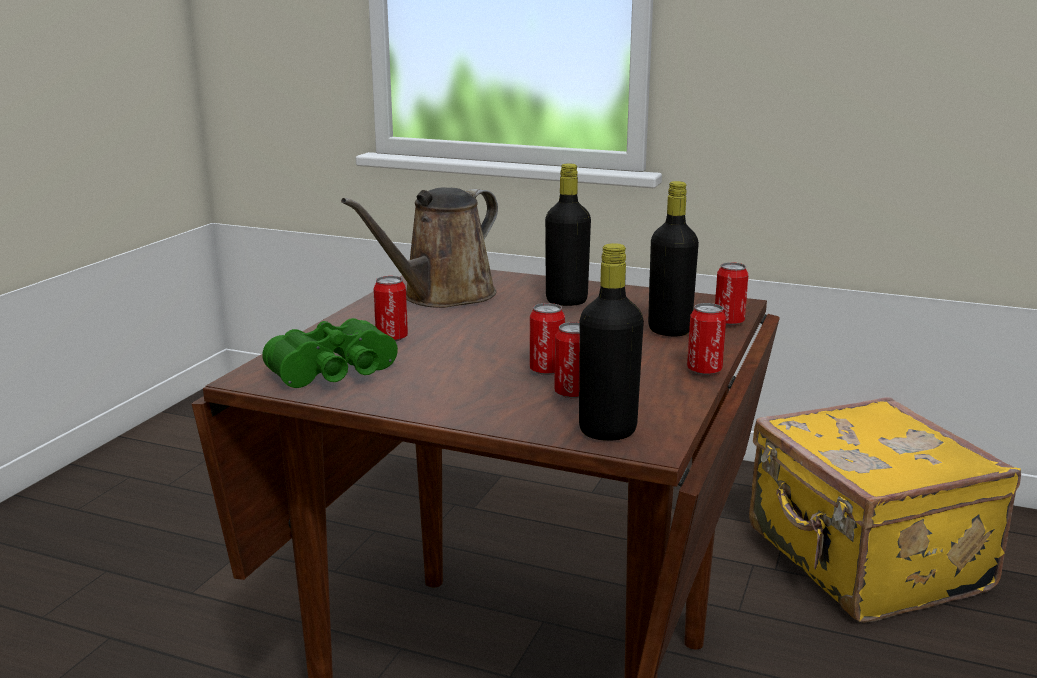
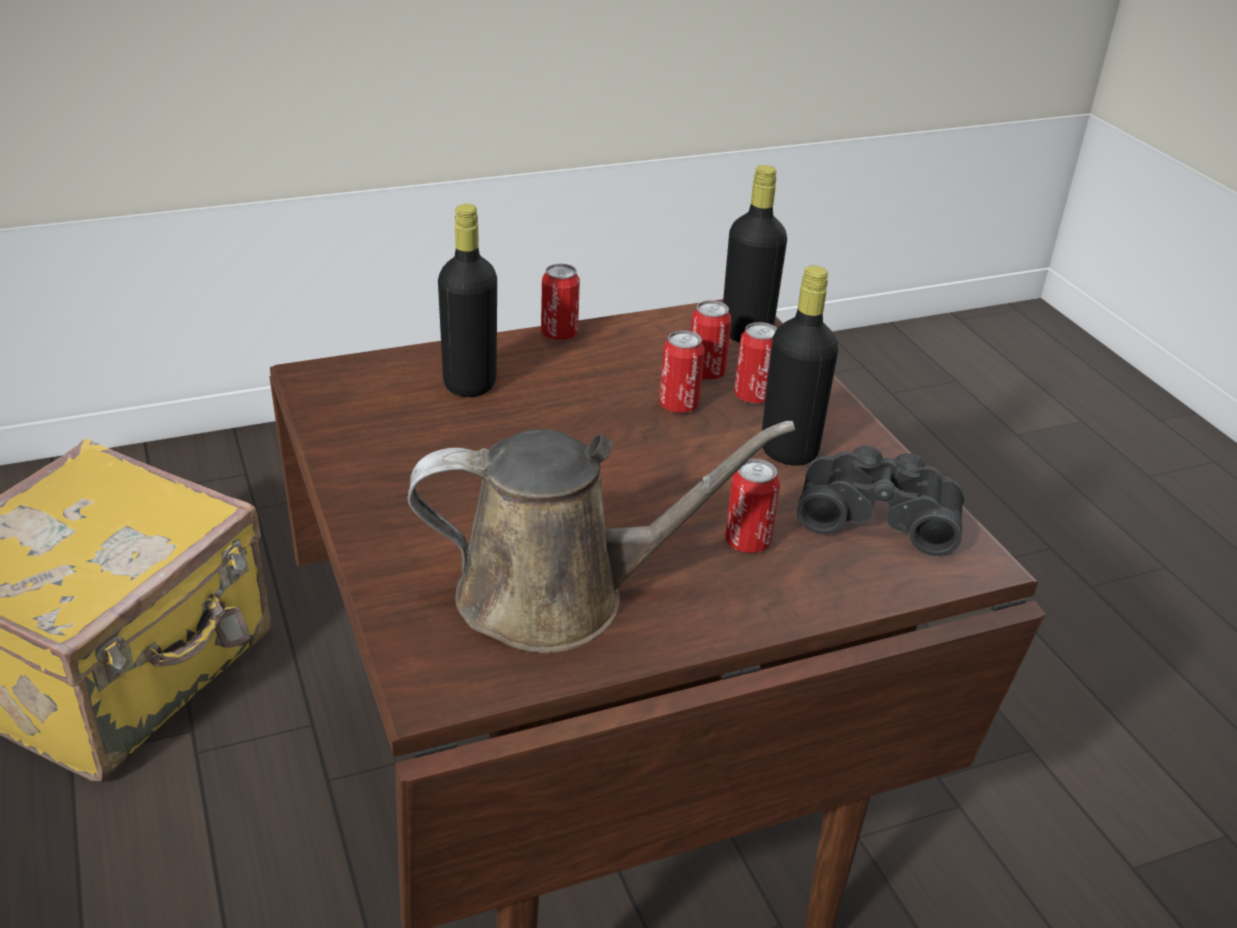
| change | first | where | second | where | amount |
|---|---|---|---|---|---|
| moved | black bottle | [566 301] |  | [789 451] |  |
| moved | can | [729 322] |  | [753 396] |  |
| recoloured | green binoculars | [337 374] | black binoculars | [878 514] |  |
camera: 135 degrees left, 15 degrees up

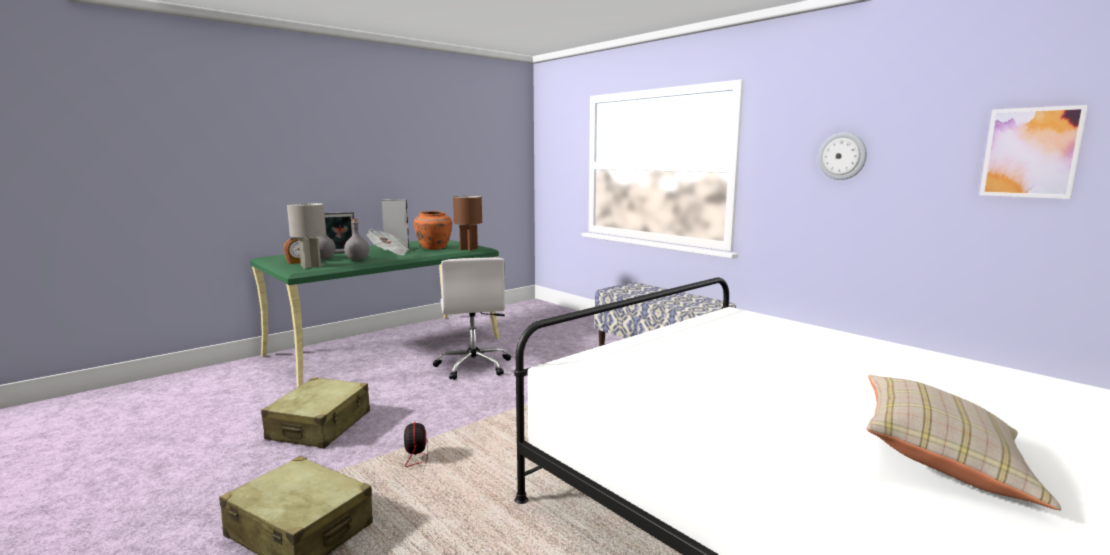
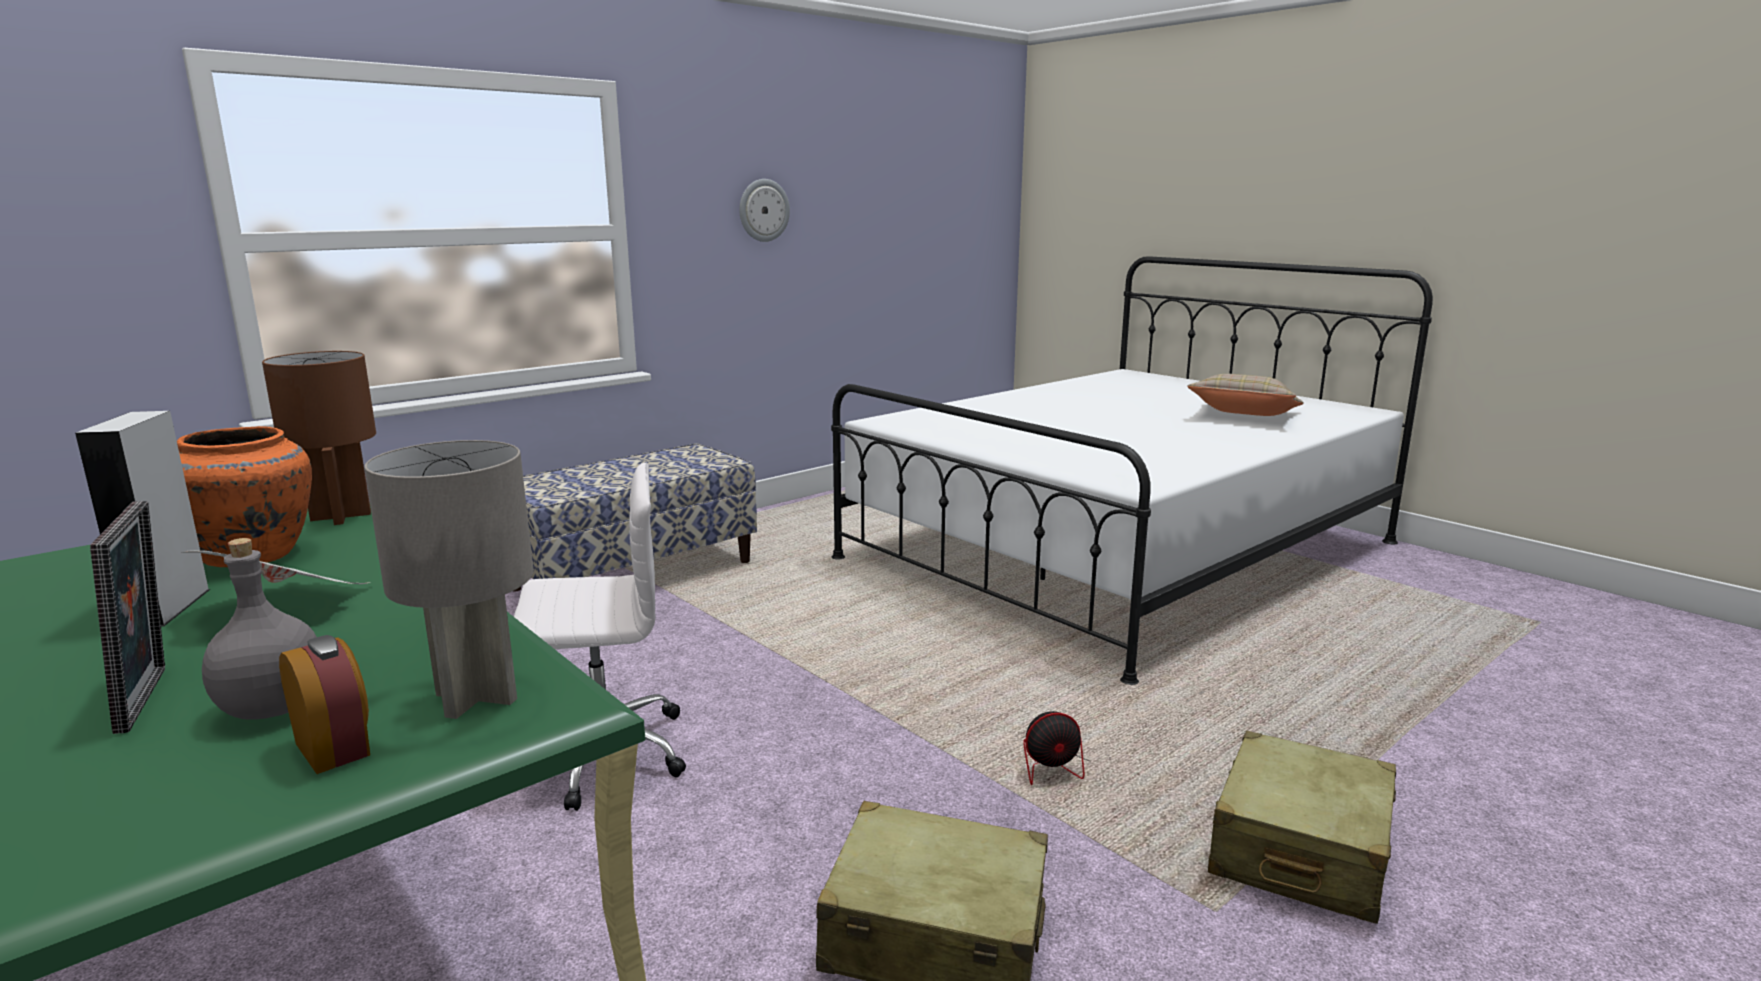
| change | first | where | second | where | amount |
|---|---|---|---|---|---|
| removed | grey bottle | [357 259] |  |  |  |
| removed | picture | [1030 152] |  |  |  |
camera: 90 degrees left, 5 degrees up

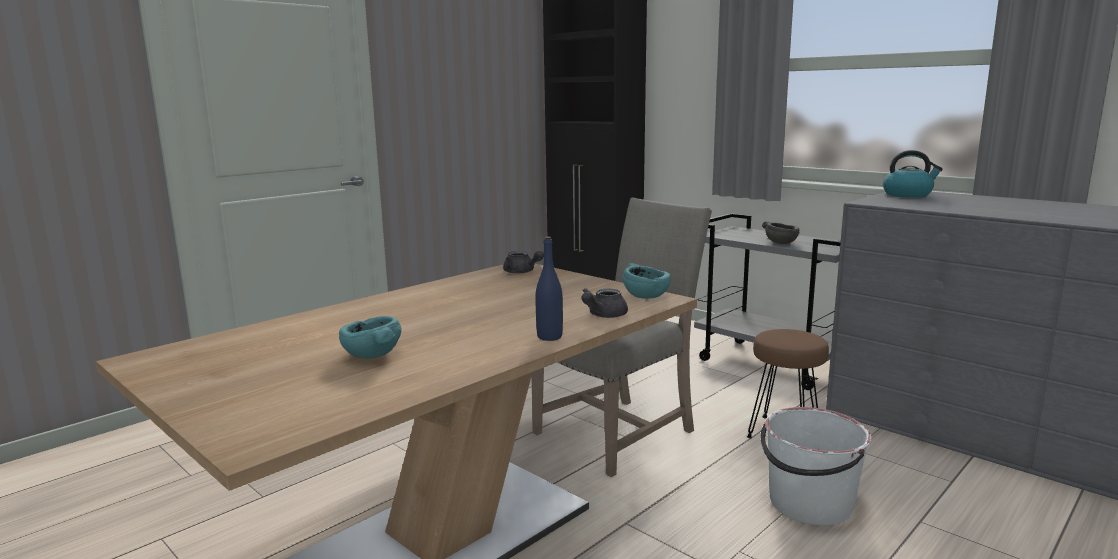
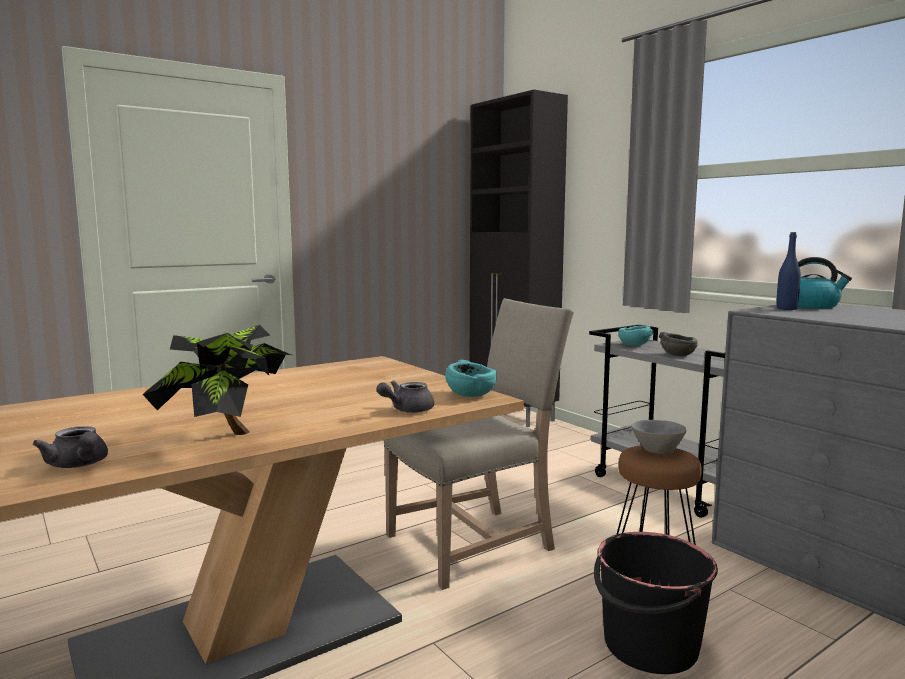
| change | first | where | second | where | amount |
|---|---|---|---|---|---|
| added |  |  | potted plant | [227 437] |  |
| added |  |  | grey bowl | [658 450] |  |
| moved | turquoise bowl | [372 355] |  | [634 345] |  |
| moved | grey teapot | [522 272] |  | [79 465] |  |
| moved | blue bottle | [549 337] |  | [786 309] |  |
| recoloured | white bucket | [809 504] | black bucket | [649 646] |  |
camera: 10 degrees right, 5 degrees down

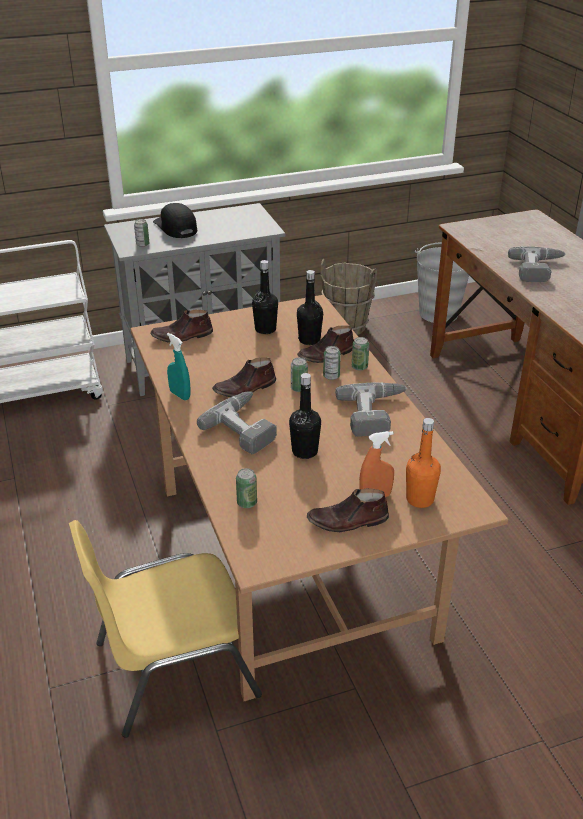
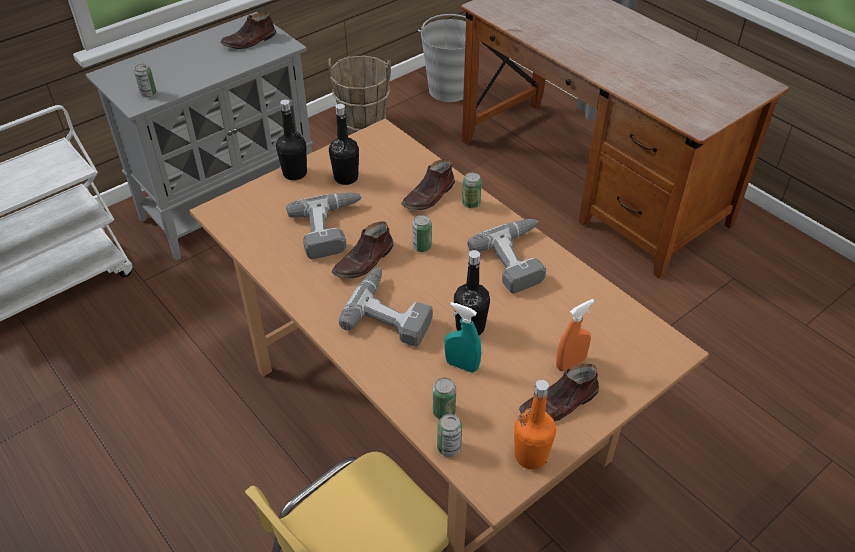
| change | first | where | second | where | amount |
|---|---|---|---|---|---|
| removed | black cap | [176 227] |  |  |  |
| moved | brown shoe | [182 336] |  | [249 41] |  |
| moved | turquoise spray bottle | [180 395] |  | [461 365] |  |
| moved | black bottle | [309 340] |  | [295 173] |  |
| moved | can | [331 376] |  | [449 448] |  |
| moved | orange bottle | [420 499] |  | [530 456] |  |
| moved | power drill | [539 270] |  | [332 229] |  |
camera: 20 degrees left, 10 degrees up

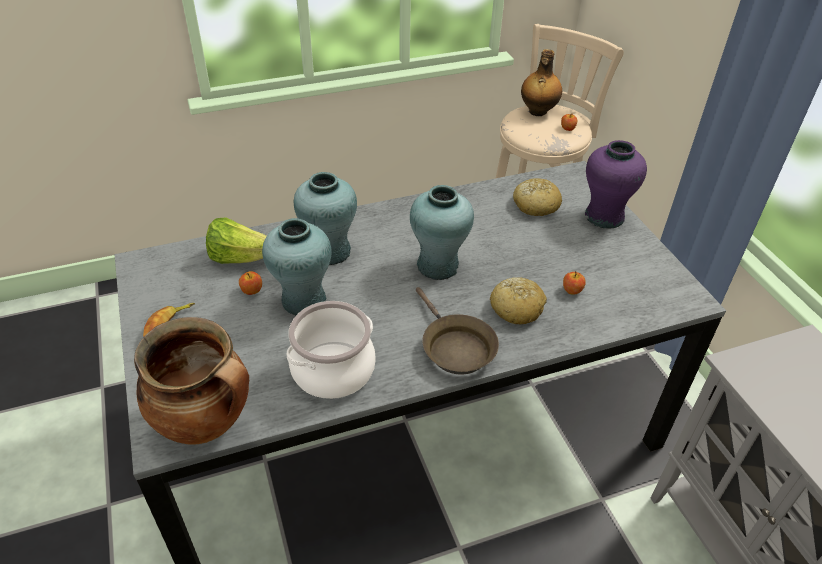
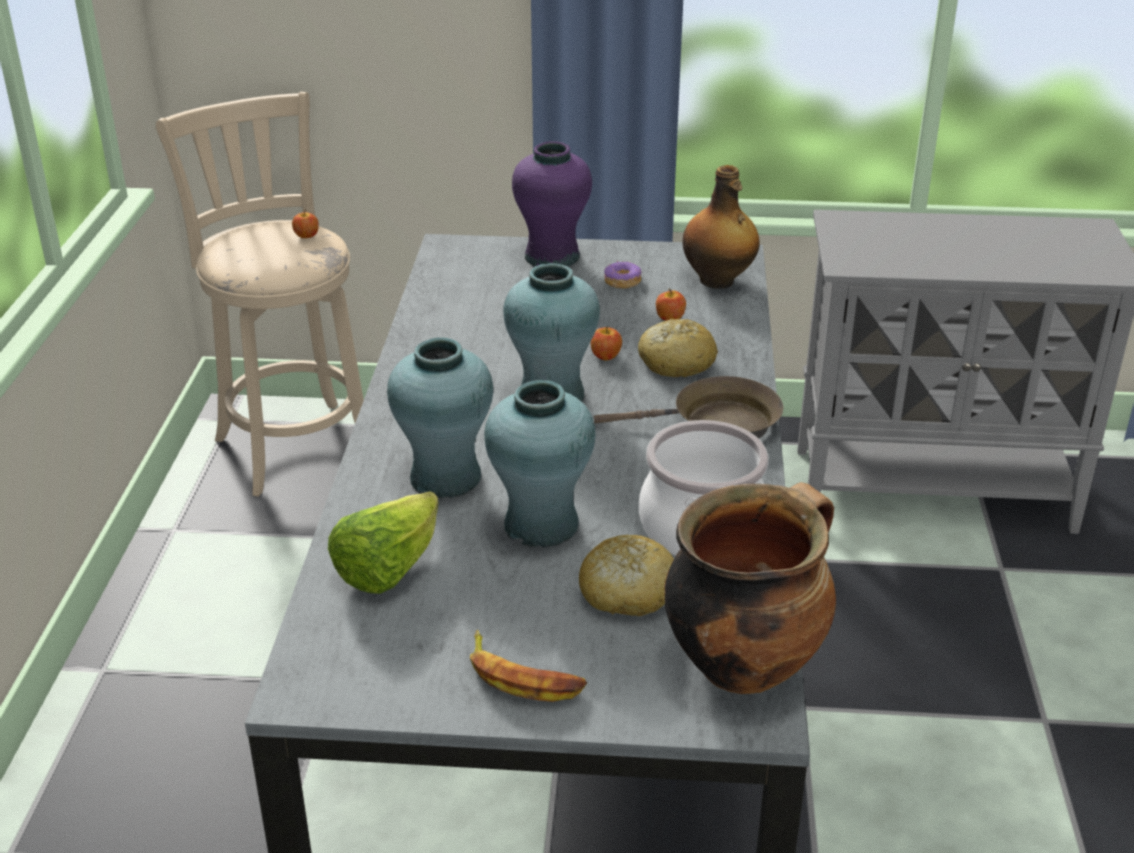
| change | first | where | second | where | amount |
|---|---|---|---|---|---|
| added |  |  | donut | [622 281] |  |
| moved | apple | [252 291] |  | [606 356] |  |
| moved | bread | [535 205] |  | [627 592] |  |
| moved | bottle | [537 112] |  | [718 281] |  |
camera: 65 degrees left, 10 degrees down

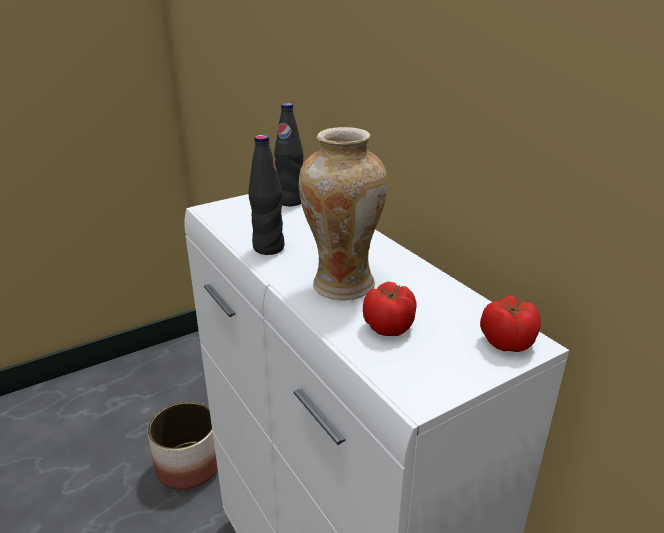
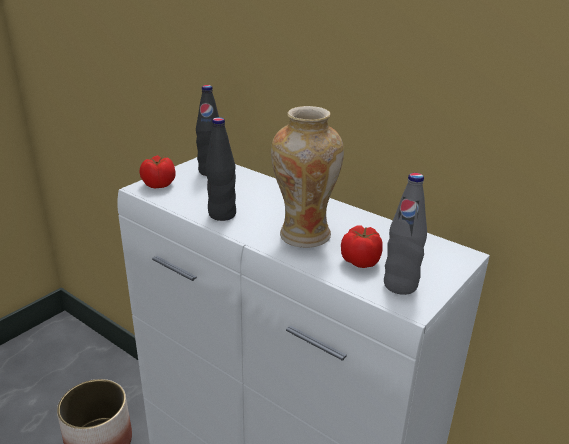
| change | first | where | second | where | amount |
|---|---|---|---|---|---|
| added |  |  | grey bottle | [400 285] |  |
| moved | tomato | [506 342] |  | [158 184] |  |
camera: 20 degrees left, 0 degrees up

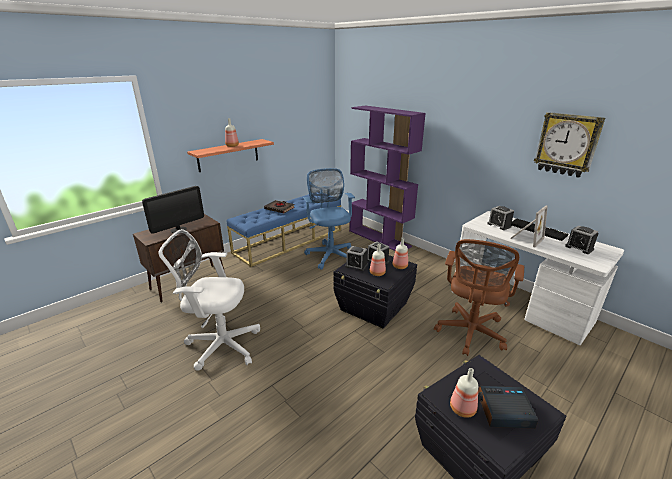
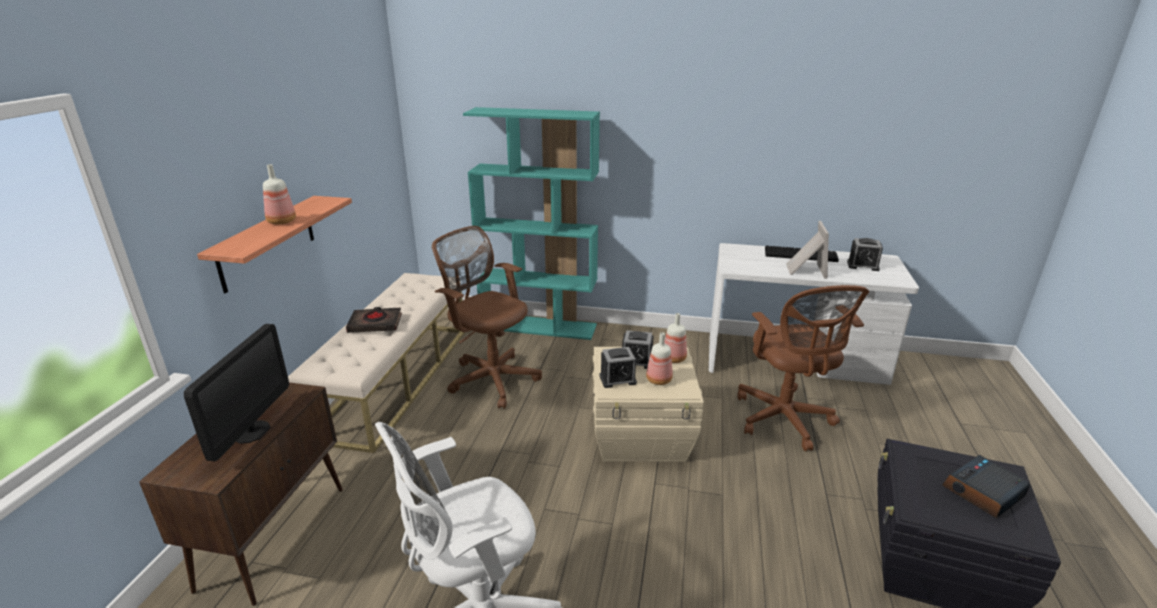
| change | first | where | second | where | amount |
|---|---|---|---|---|---|
| removed | bottle | [463 409] |  |  |  |
| removed | alarm clock | [499 225] |  |  |  |
| removed | wall clock | [567 144] |  |  |  |
| recoloured | blue bench | [289 241] | beige bench | [395 379] |  |
| recoloured | blue office chair | [330 254] | brown office chair | [491 378] |  |
| recoloured | black storage box | [374 307] | beige storage box | [642 435] |  |
| recoloured | purple bookcase | [379 238] | turquoise bookcase | [539 326] |  |
camera: 35 degrees left, 0 degrees up

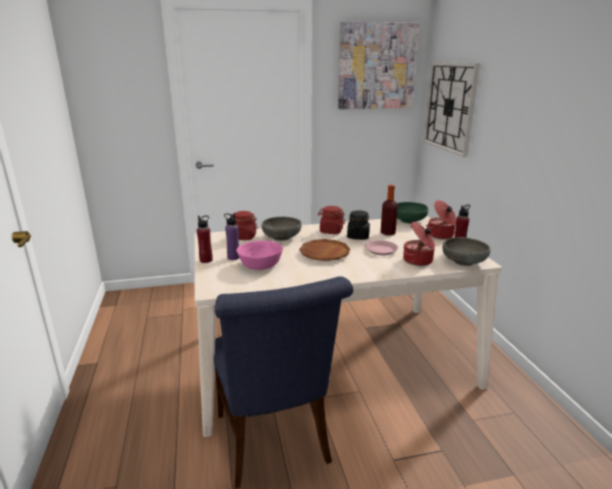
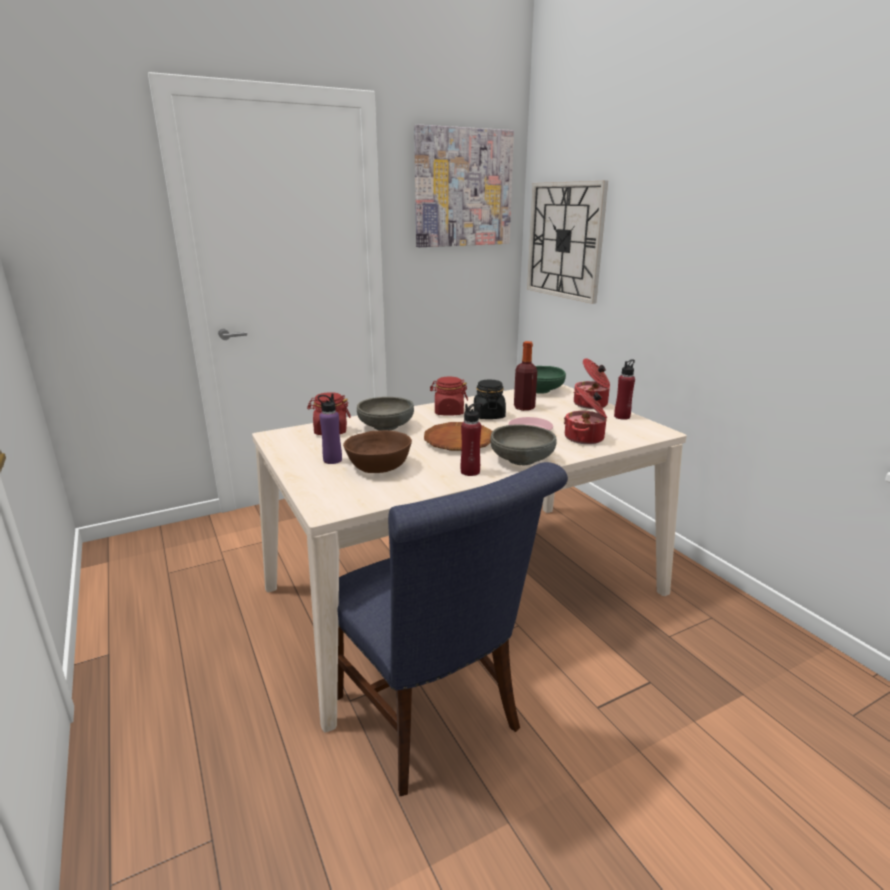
| change | first | where | second | where | amount |
|---|---|---|---|---|---|
| moved | red bottle | [206 260] |  | [470 471] |  |
| moved | grey bowl | [463 262] |  | [521 460] |  |
| recoloured | pink bowl | [260 265] | brown bowl | [378 466] |  |
camera: 15 degrees left, 0 degrees up

